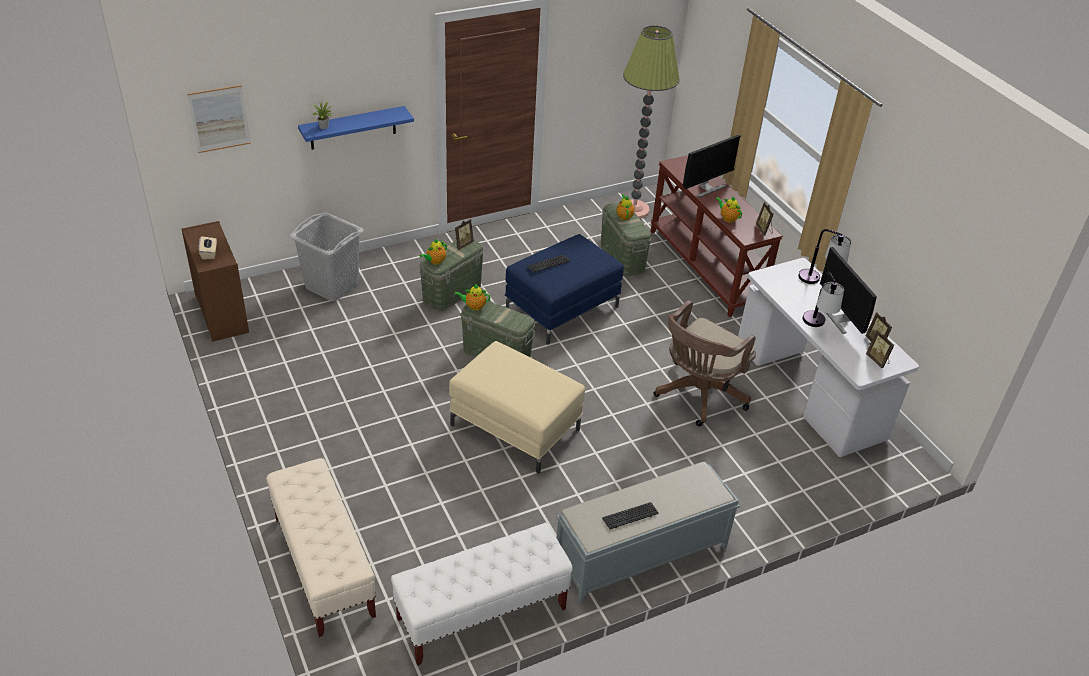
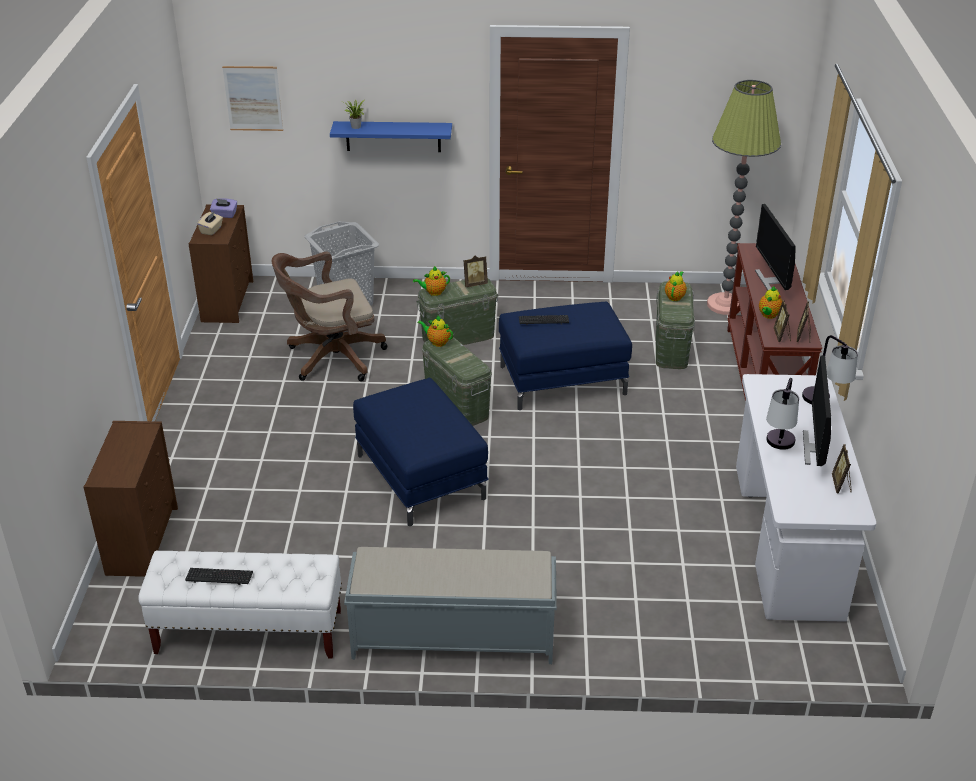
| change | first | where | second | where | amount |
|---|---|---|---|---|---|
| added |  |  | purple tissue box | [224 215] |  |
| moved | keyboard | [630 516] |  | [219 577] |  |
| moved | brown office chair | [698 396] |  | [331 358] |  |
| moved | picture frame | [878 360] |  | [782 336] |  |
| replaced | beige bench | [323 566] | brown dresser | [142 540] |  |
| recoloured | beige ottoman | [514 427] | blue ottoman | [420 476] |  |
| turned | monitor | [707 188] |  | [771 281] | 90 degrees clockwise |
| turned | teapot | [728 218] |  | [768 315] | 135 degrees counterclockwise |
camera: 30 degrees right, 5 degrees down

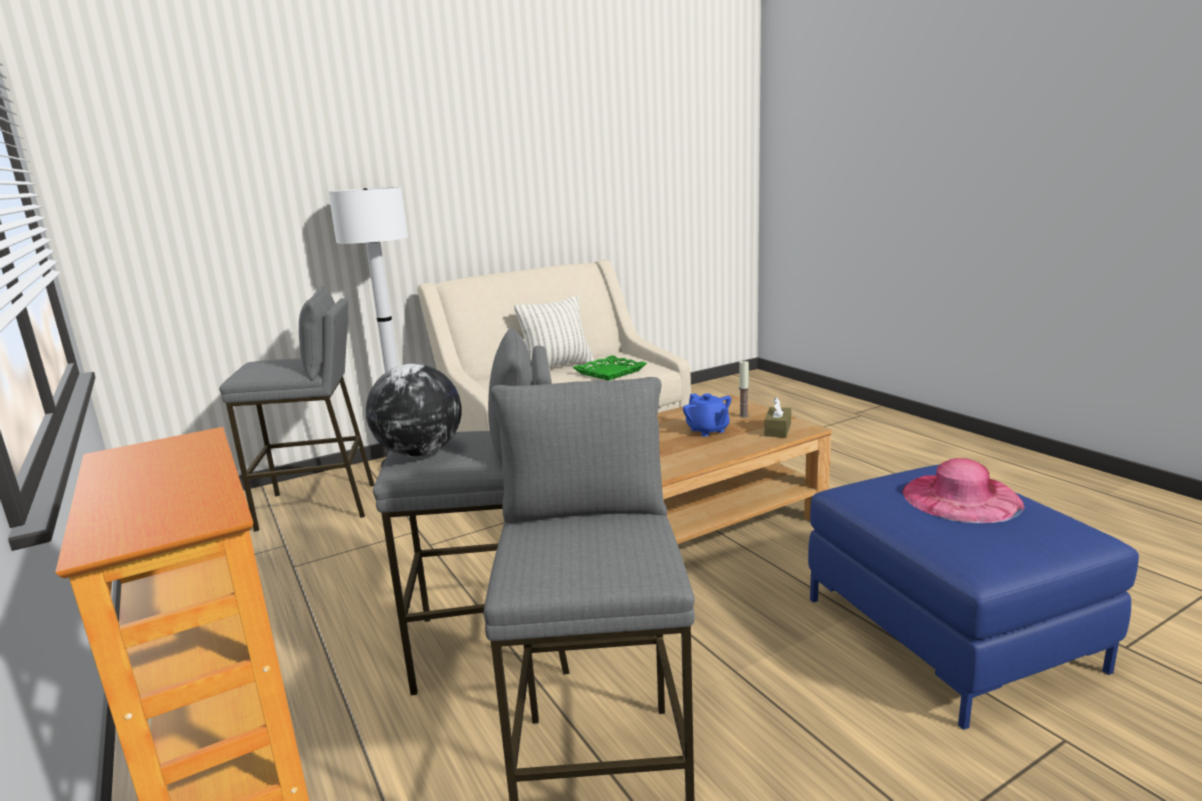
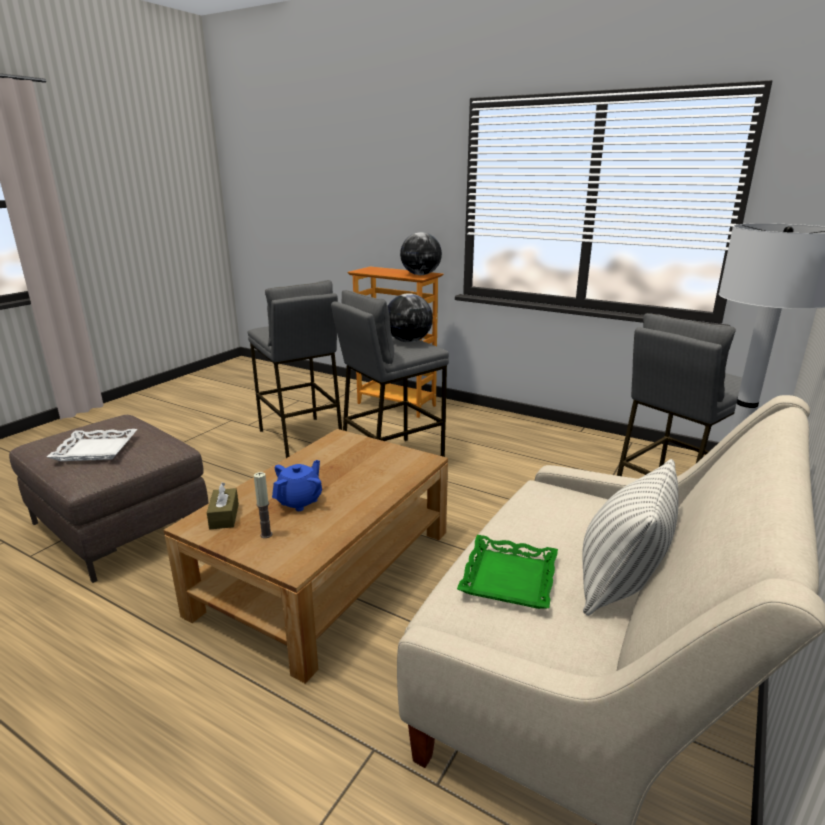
| change | first | where | second | where | amount |
|---|---|---|---|---|---|
| added |  |  | globe | [420 275] |  |
| replaced | pink hat | [961 498] | white tray | [95 450] |  |
| recoloured | blue ottoman | [947 633] | brown ottoman | [121 524] |  |
| turned | blue teapot | [707 430] |  | [299 501] | 90 degrees clockwise |
camera: 150 degrees right, 5 degrees up

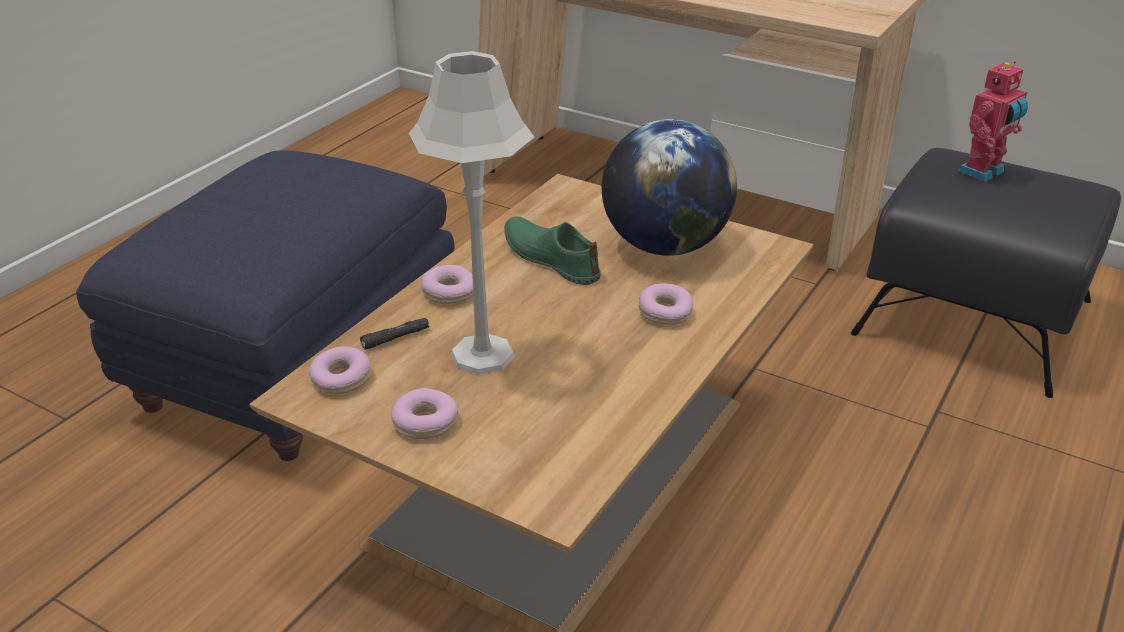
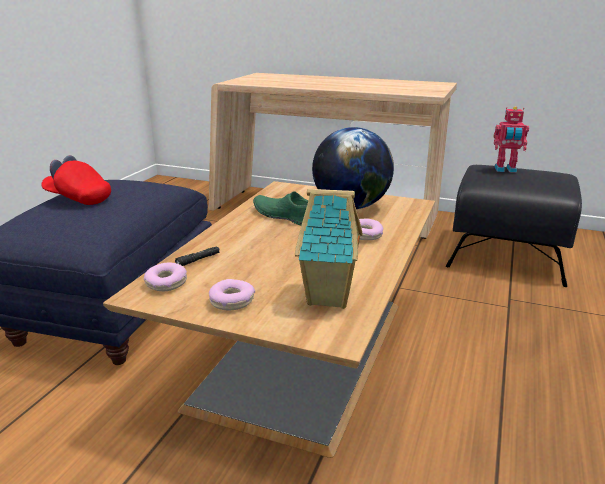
| change | first | where | second | where | amount |
|---|---|---|---|---|---|
| removed | grey table lamp | [482 355] |  |  |  |
| removed | donut | [449 293] |  |  |  |
| added |  |  | red cap | [78 198] |  |
| added |  |  | toy house | [330 298] |  |
| turned | toy robot | [984 172] |  | [505 170] | 60 degrees clockwise |
camera: 10 degrees left, 10 degrees down

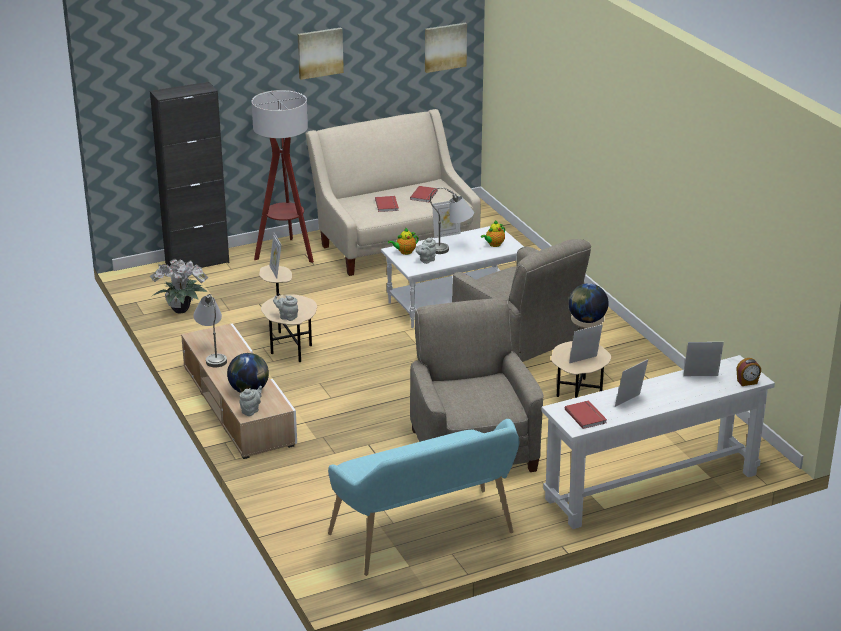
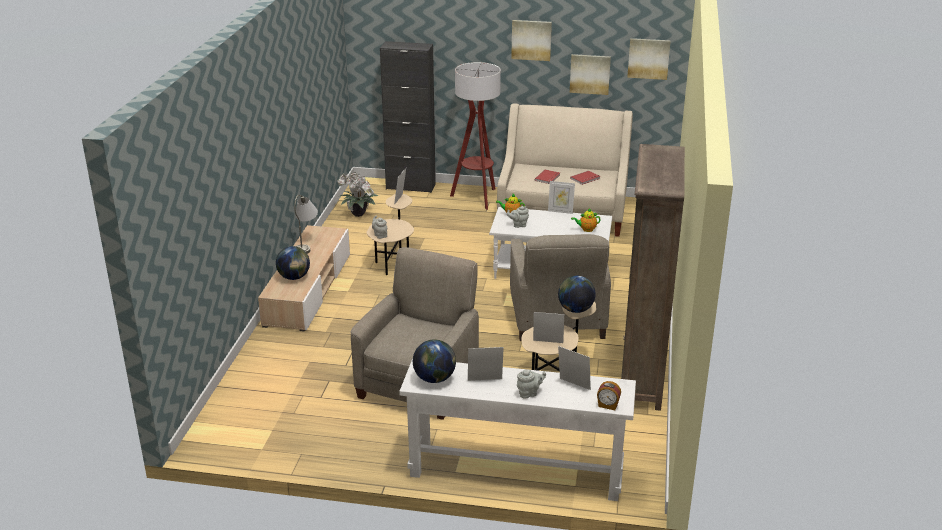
| change | first | where | second | where | amount |
|---|---|---|---|---|---|
| removed | turquoise bench | [427 537] |  |  |  |
| removed | grey table lamp | [452 249] |  |  |  |
| added |  |  | picture | [590 74] |  |
| added |  |  | brown bookcase | [641 378] |  |
| moved | grey teapot | [251 411] |  | [529 393] |  |
| replaced | red book | [586 416] | globe | [435 378] |  |
camera: 35 degrees right, 0 degrees up

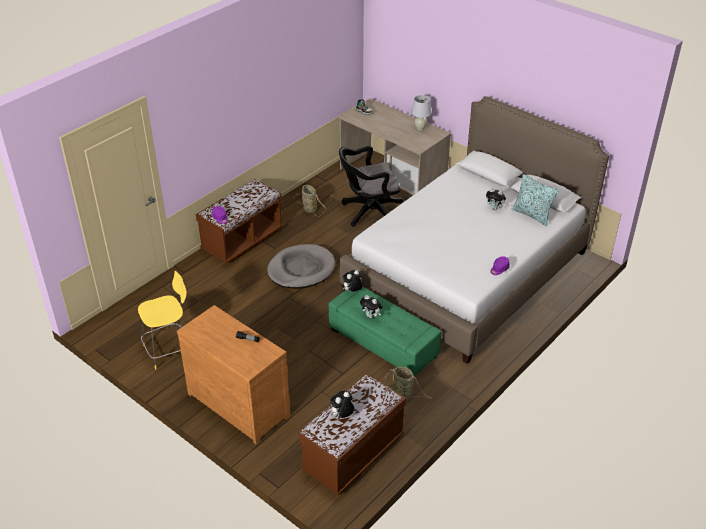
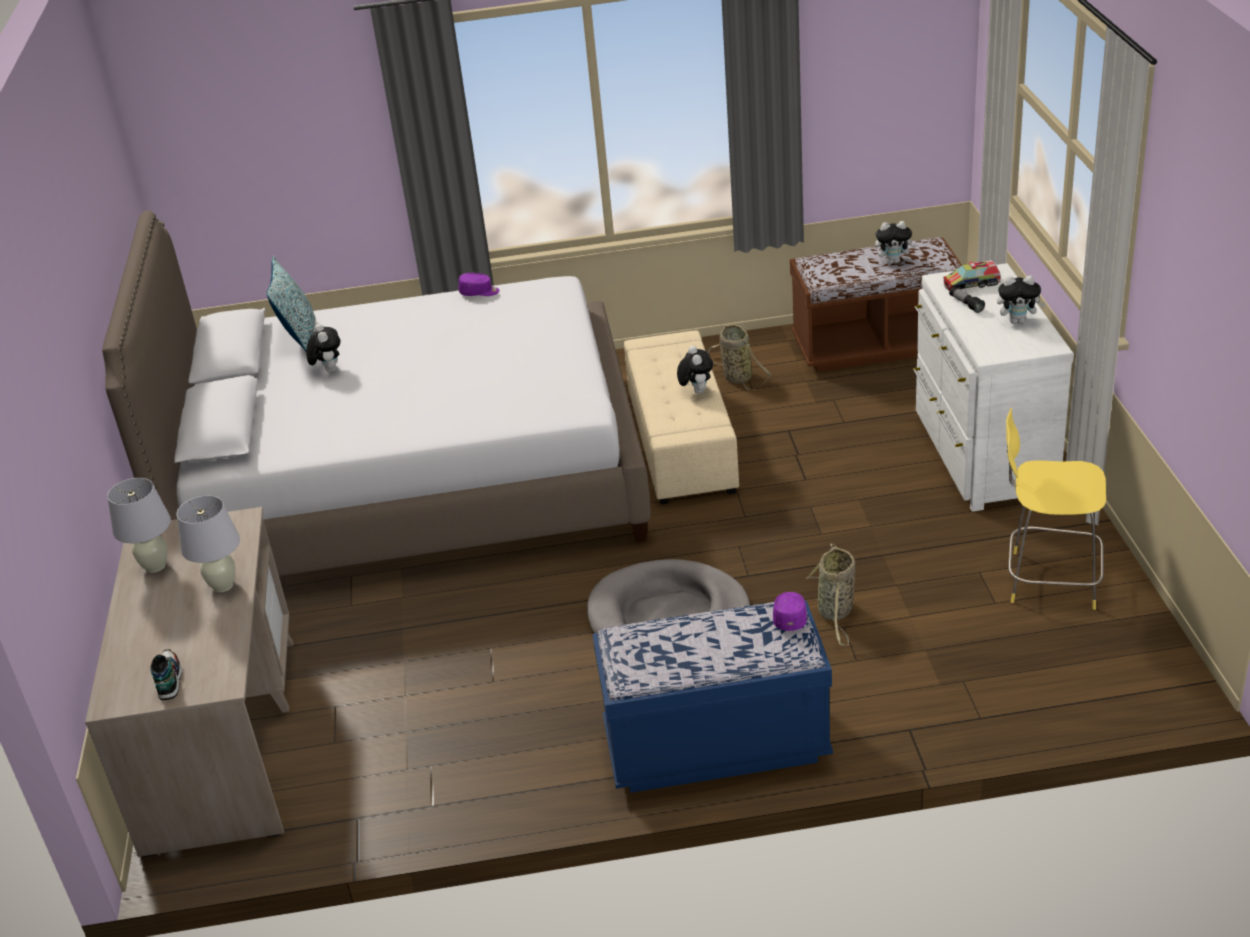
| change | first | where | second | where | amount |
|---|---|---|---|---|---|
| removed | black office chair | [369 212] |  |  |  |
| added |  |  | white table lamp | [223 586] |  |
| added |  |  | toy truck | [971 284] |  |
| moved | basket | [309 209] |  | [835 612] |  |
| moved | plush toy | [352 291] |  | [1018 321] |  |
| recoloured | brown dresser | [240 403] | white dresser | [981 455] |  |
| recoloured | brown bench | [242 240] | blue bench | [716 745] |  |
| recoloured | green ottoman | [383 342] | beige ottoman | [680 443] |  |
camera: 135 degrees left, 5 degrees down

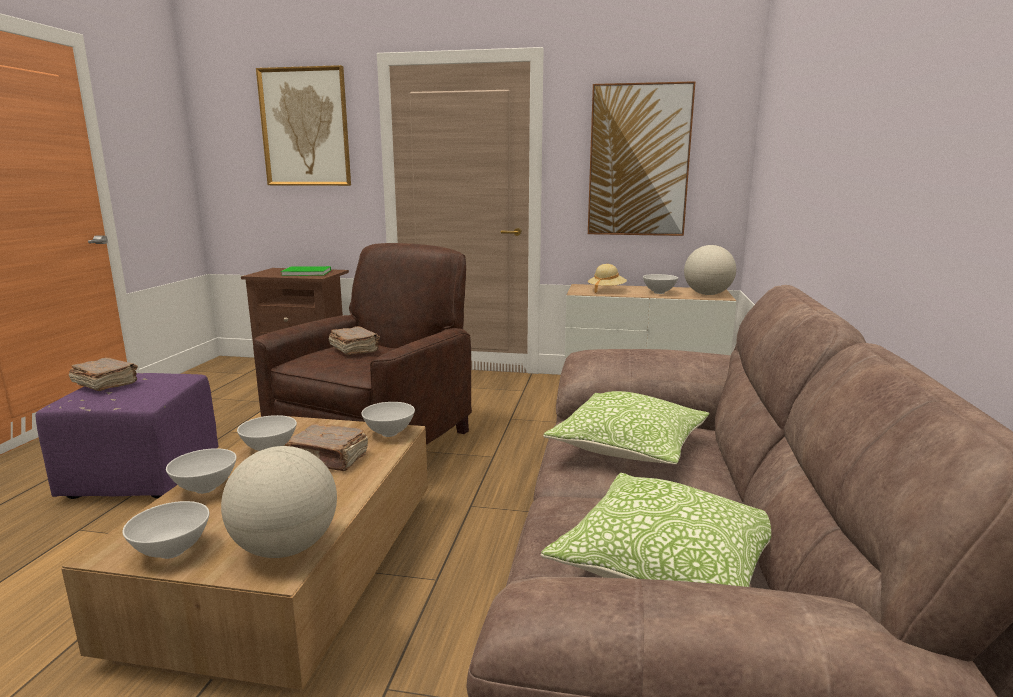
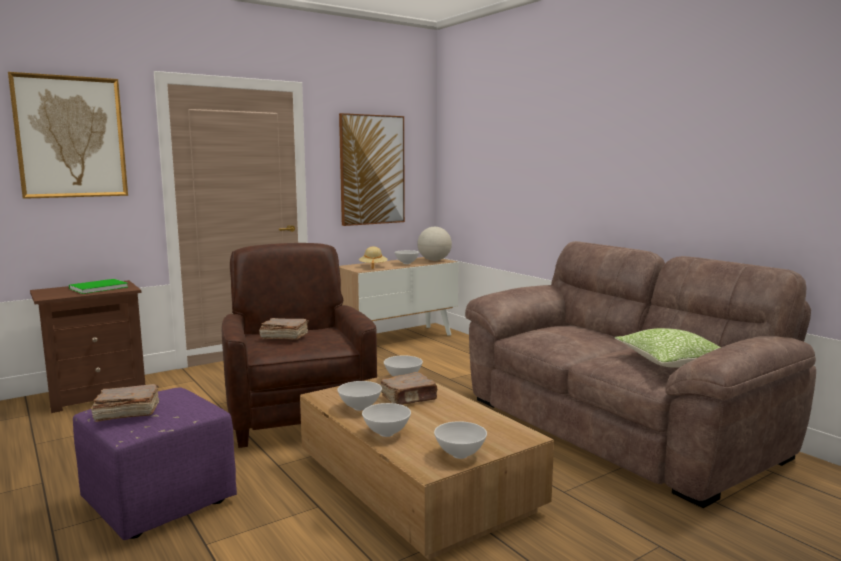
| change | first | where | second | where | amount |
|---|---|---|---|---|---|
| removed | globe | [285 548] |  |  |  |
| removed | pillow | [628 446] |  |  |  |
camera: 45 degrees left, 5 degrees down

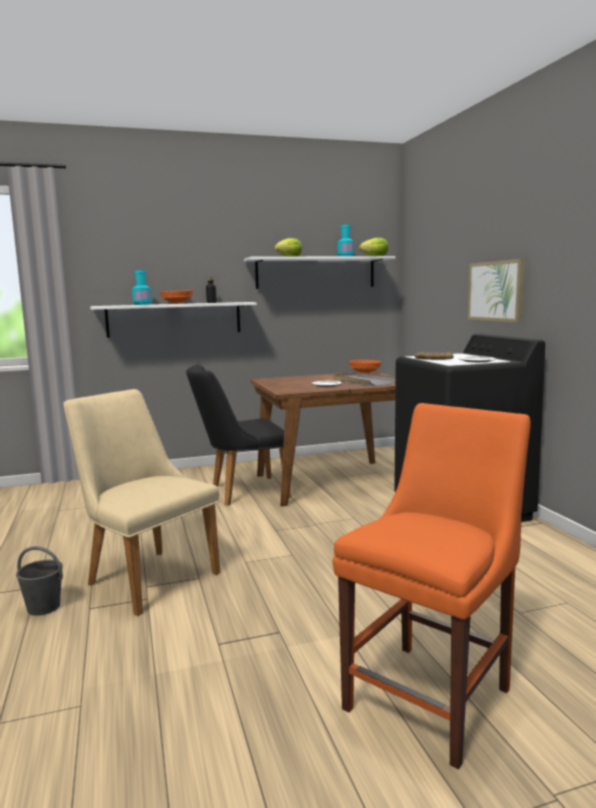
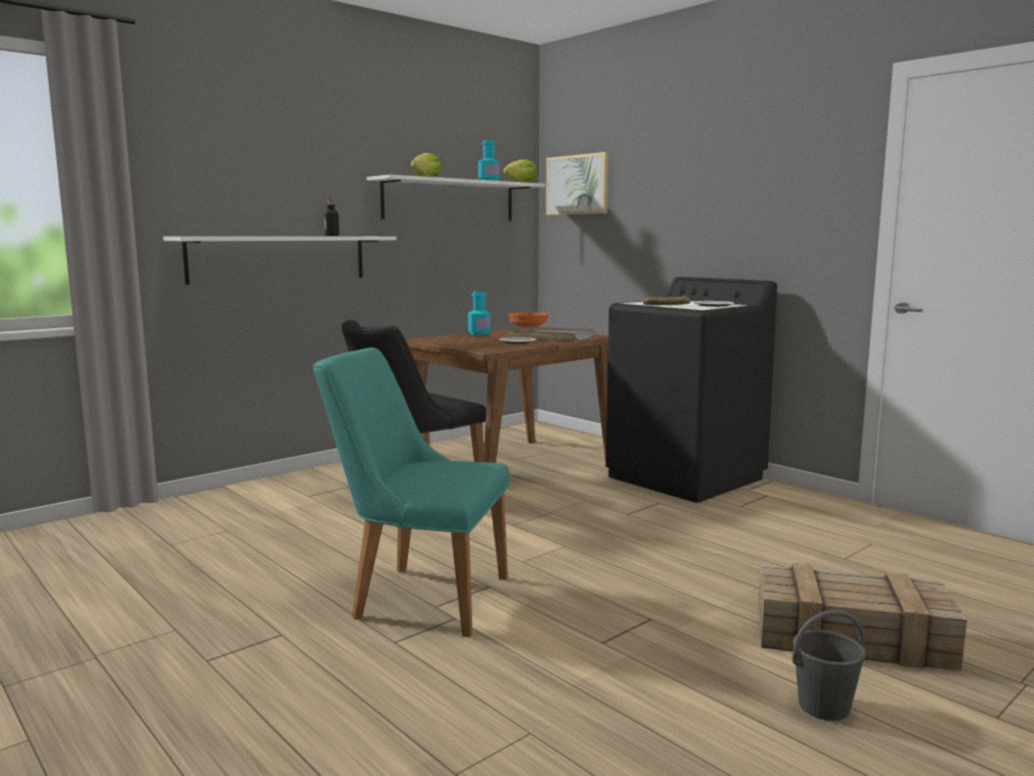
| change | first | where | second | where | amount |
|---|---|---|---|---|---|
| removed | orange bowl | [177 303] |  |  |  |
| moved | grey bucket | [43 607] |  | [823 707] |  |
| moved | turquoise bottle | [142 304] |  | [479 333] |  |
| moved | picture | [496 291] |  | [577 185] |  |
| replaced | orange chair | [433 694] | crate | [854 637] |  |
| recoloured | beige chair | [145 575] | turquoise chair | [417 596] |  |
camera: 25 degrees left, 0 degrees up

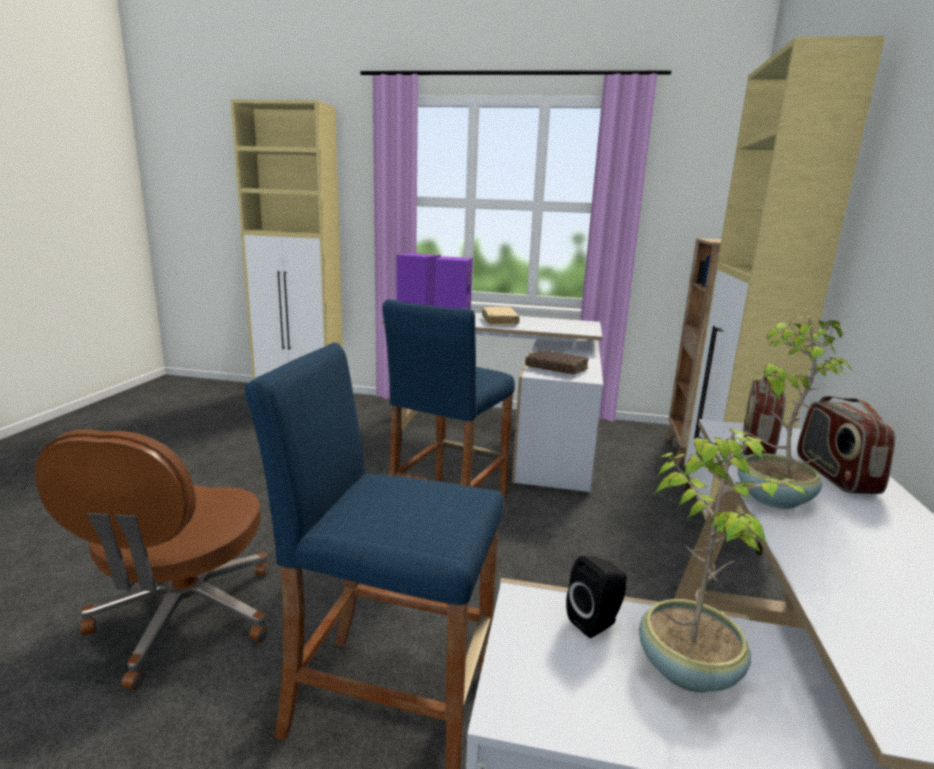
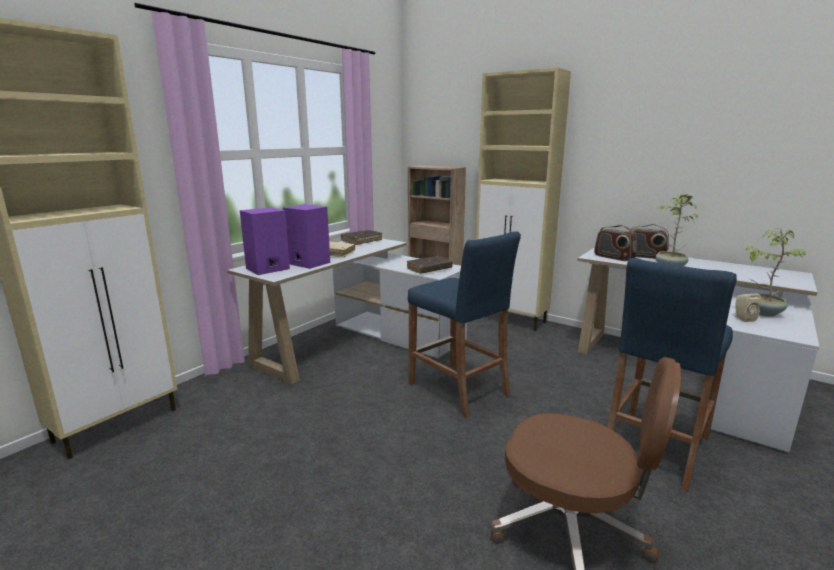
| change | first | where | second | where | amount |
|---|---|---|---|---|---|
| added |  |  | brown book | [361 241] |  |
| recoloured | black speaker | [596 622] | beige speaker | [743 318] |  |
camera: 65 degrees left, 0 degrees up

